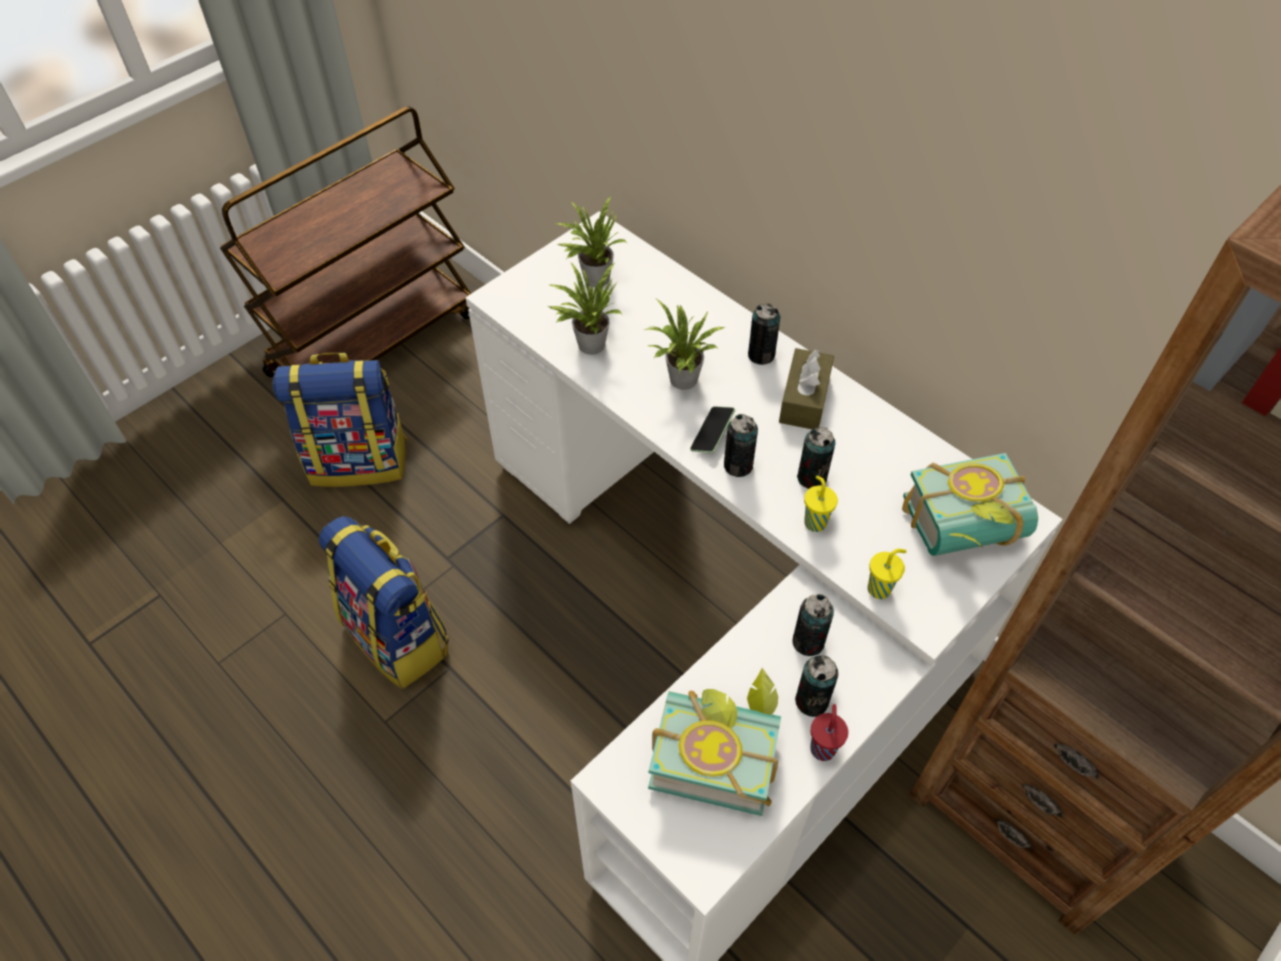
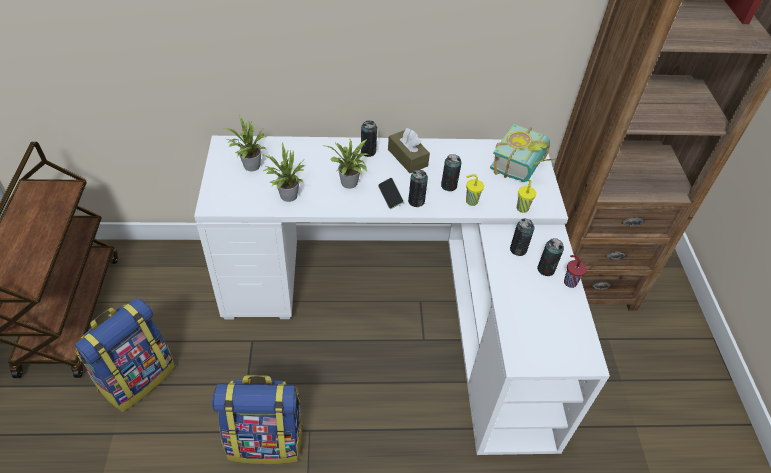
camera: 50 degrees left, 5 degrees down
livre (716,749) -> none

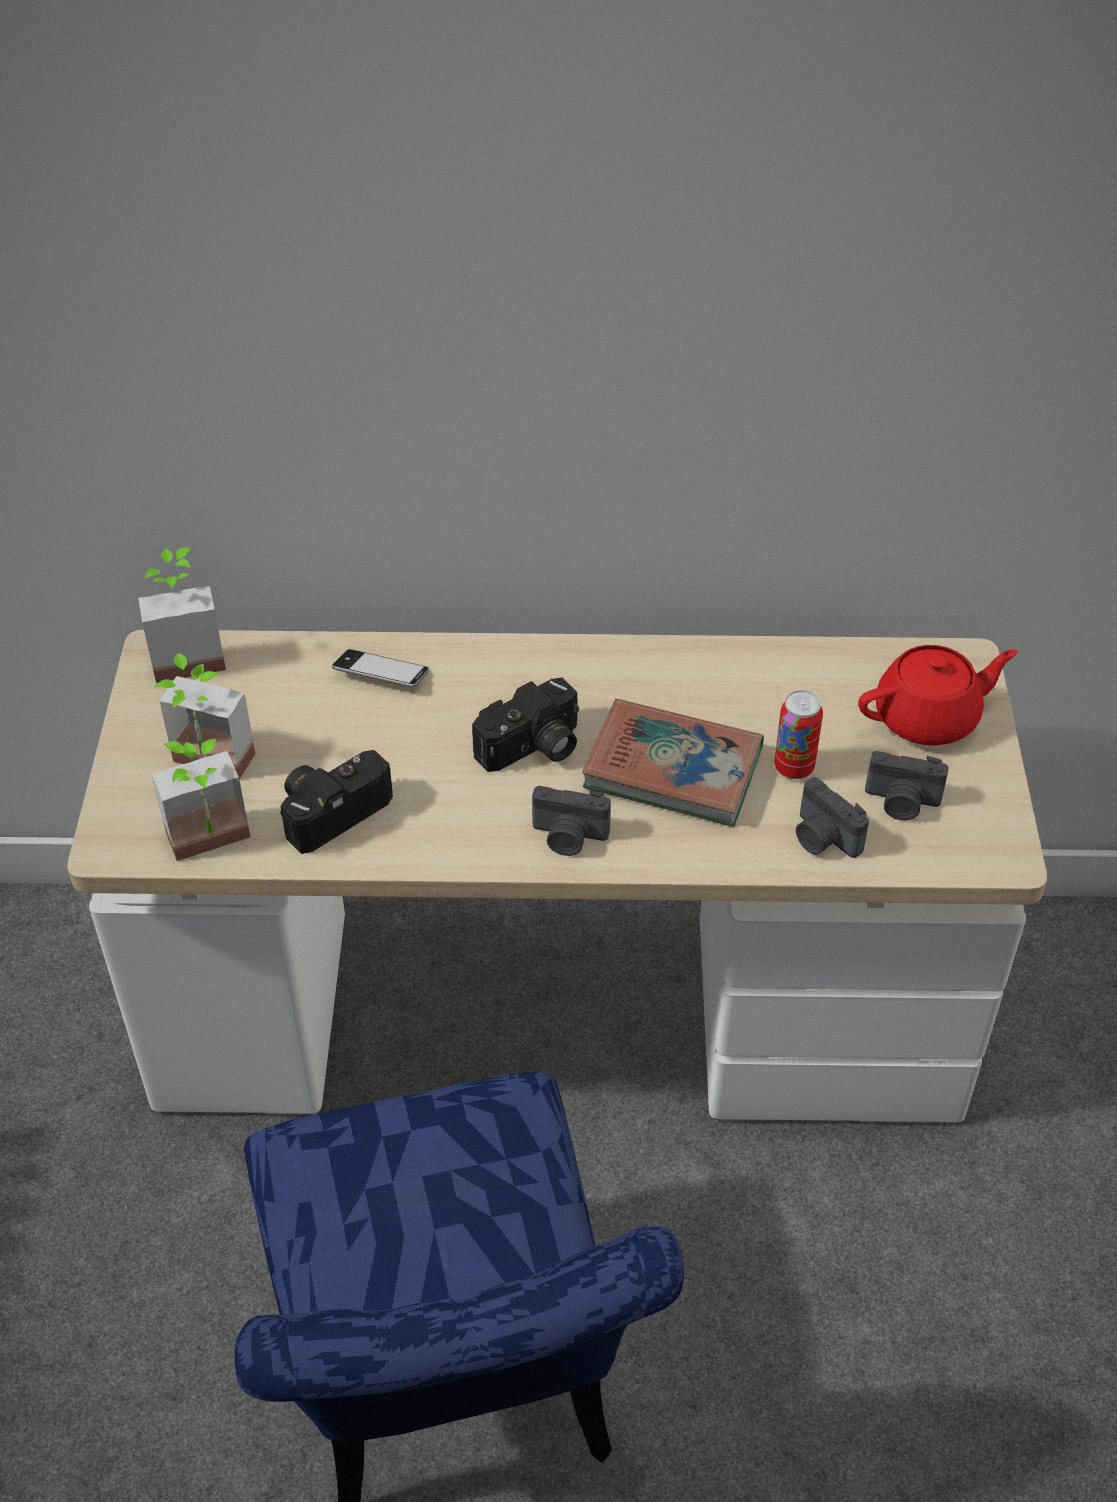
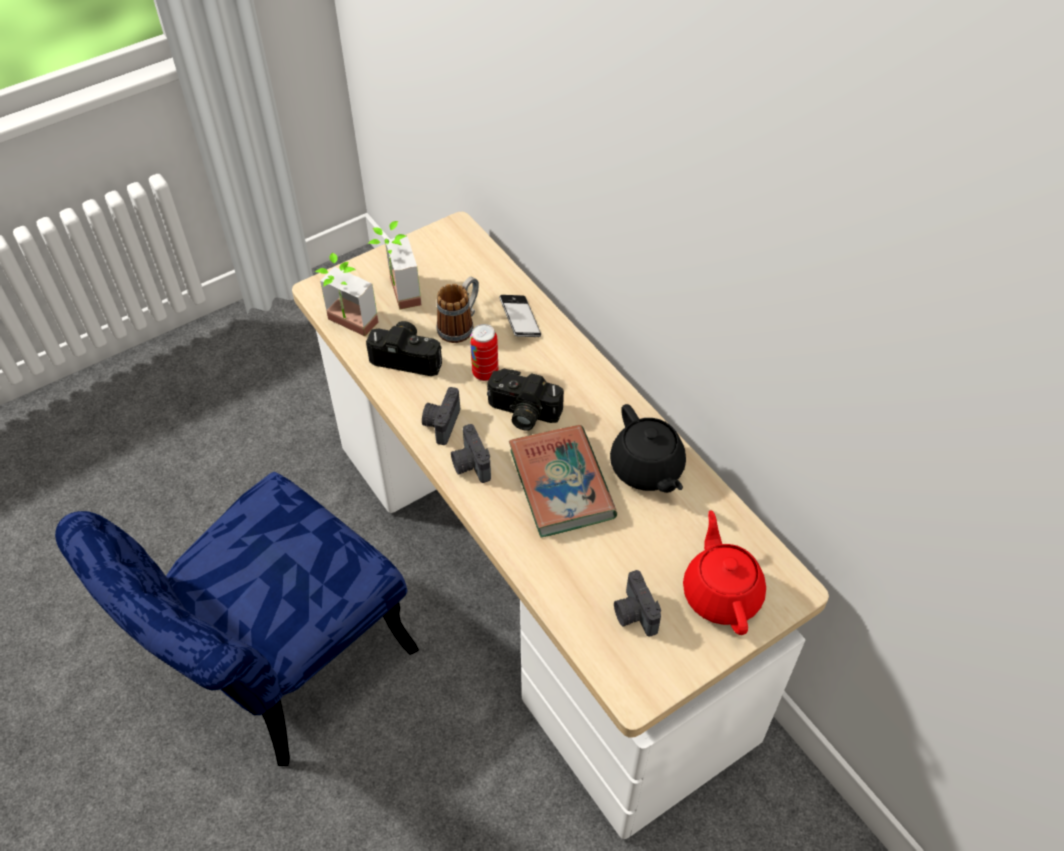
camera: 55 degrees right, 5 degrees up
appareil photo (822,838) -> appareil photo (441,424), move
none -> mug (460,325)
boîte métallique (793,767) -> boîte métallique (485,373), move
none -> théière/noir (647,469)
théière/rouge (928,718) -> théière/rouge (721,593), 135 degrees counterclockwise
plante en pot (187,654) -> none

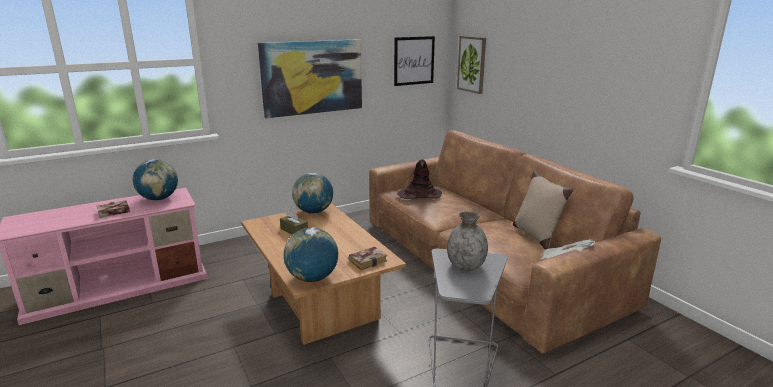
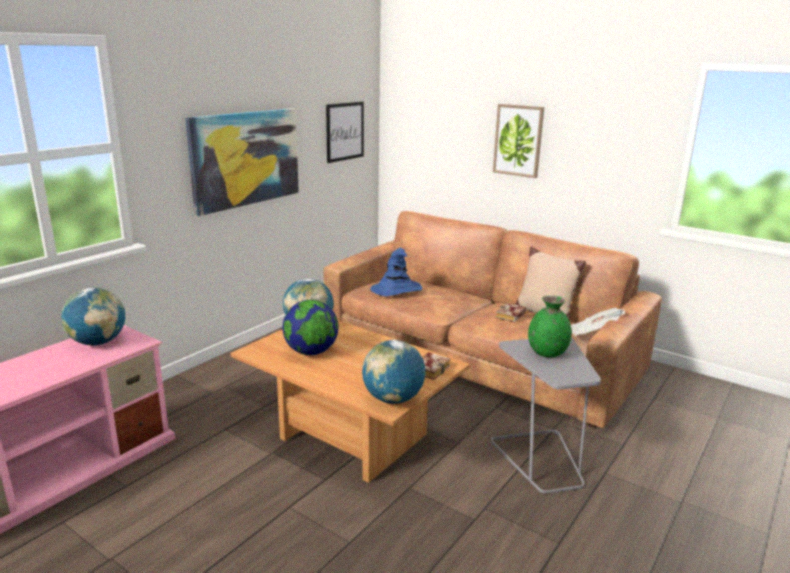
camera: 25 degrees left, 0 degrees up
boîte à mouchoirs/marron (294,230) -> globe (311,352)
chapeau/marron (419,195) -> chapeau/bleu (396,289)
tableau (472,64) -> tableau (518,140), move
livre (112,212) -> livre (510,316), move
vase/gris (465,266) -> vase/vert (546,353)

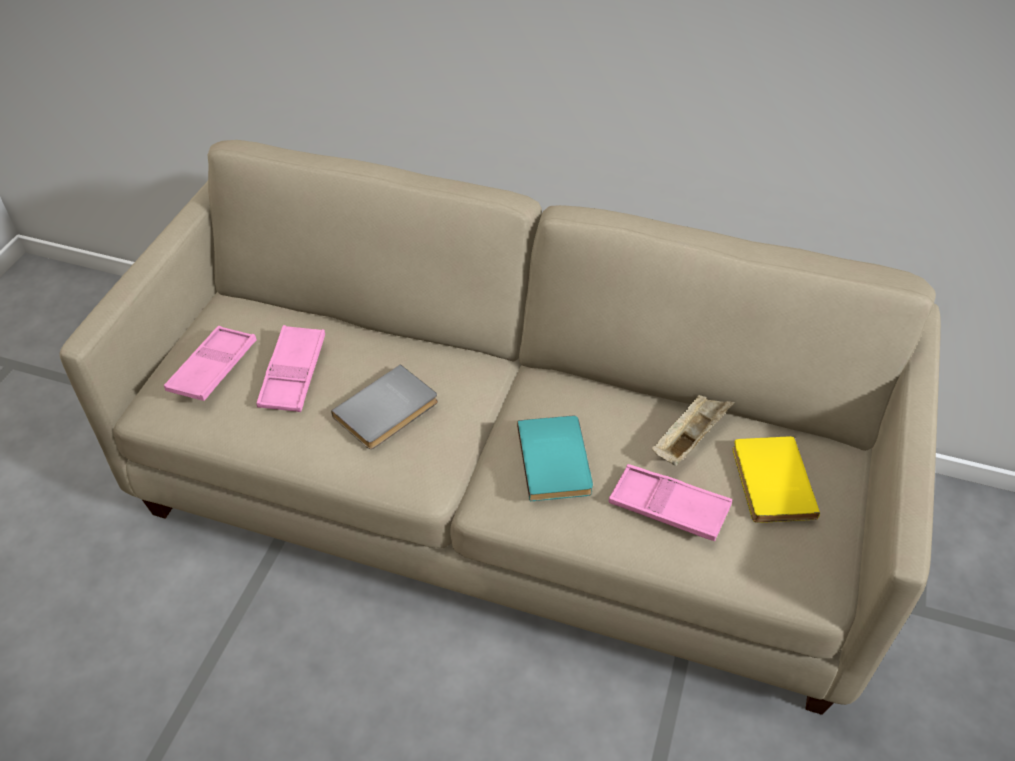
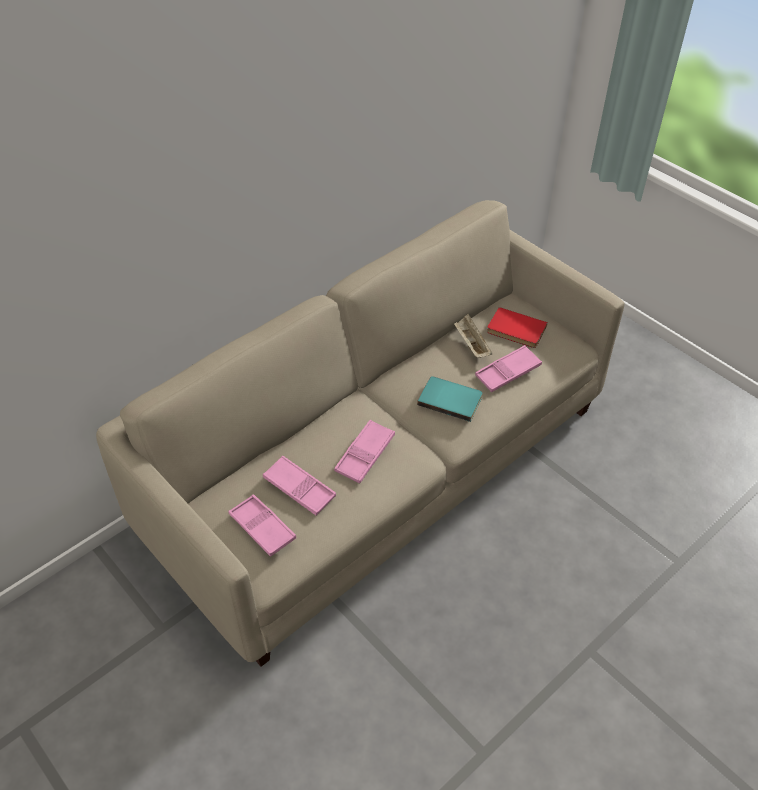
camera: 60 degrees left, 0 degrees up
livre/gris (388,411) -> plateau/rose (365,455)
livre/jaune (769,482) -> livre/rouge (515,330)

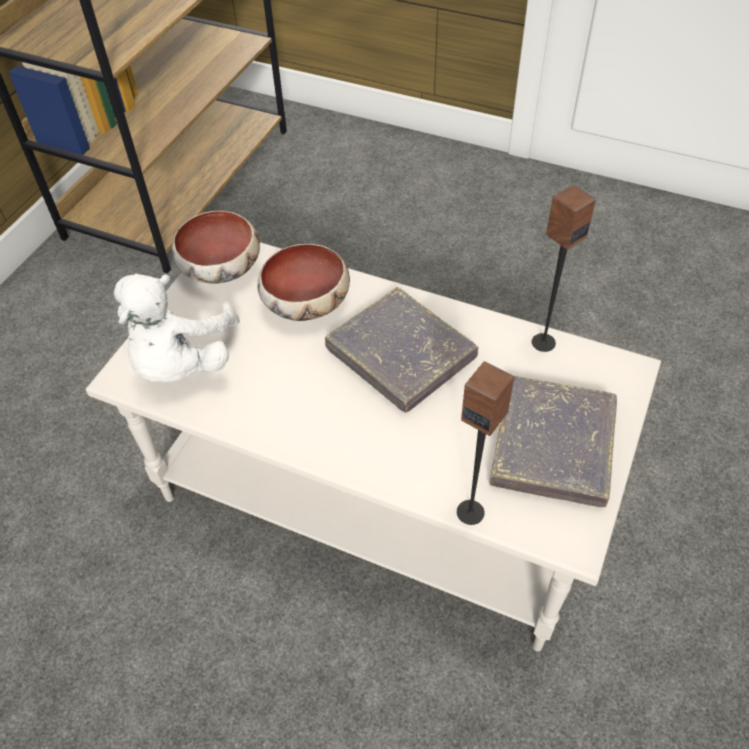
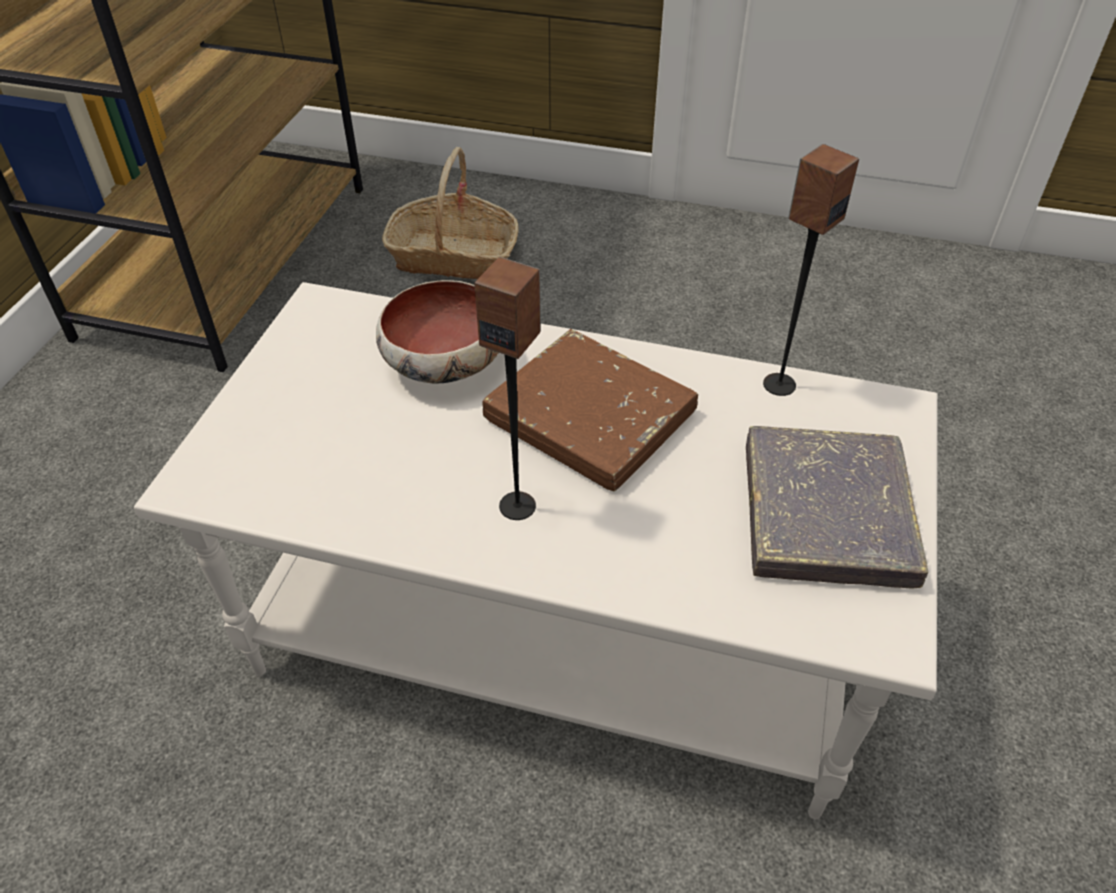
camera: 10 degrees left, 5 degrees down
none -> panier (453,256)
enceinte (470,512) -> enceinte (518,505), move
livre/gris (400,354) -> livre/marron (589,417)
peluche/blanc (181,362) -> none
bol (222,269) -> none

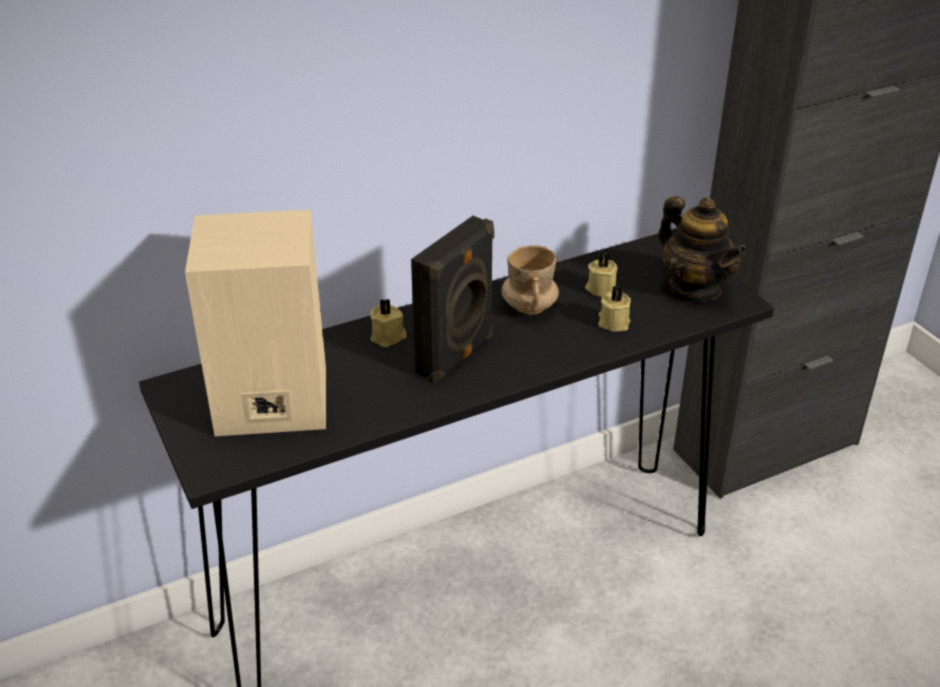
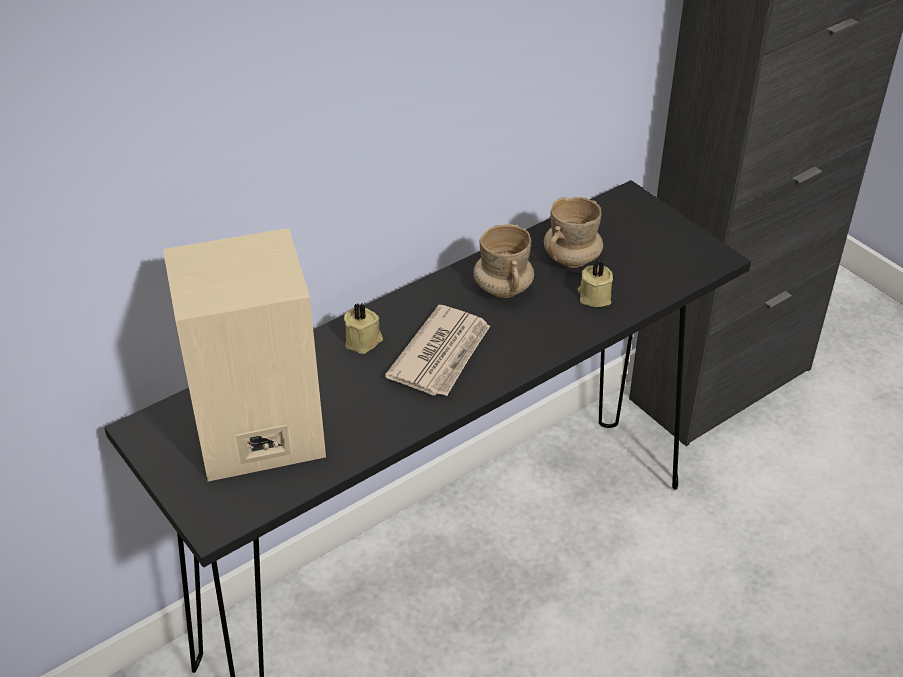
camera: 10 degrees left, 5 degrees up
enceinte/noir (457,356) -> journal (442,355)
bougie/beige (601,288) -> mug/beige (572,258)
théière (694,288) -> none

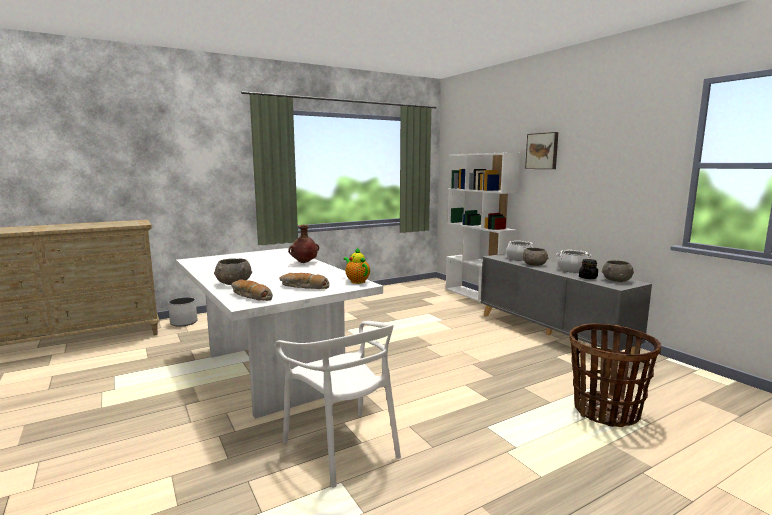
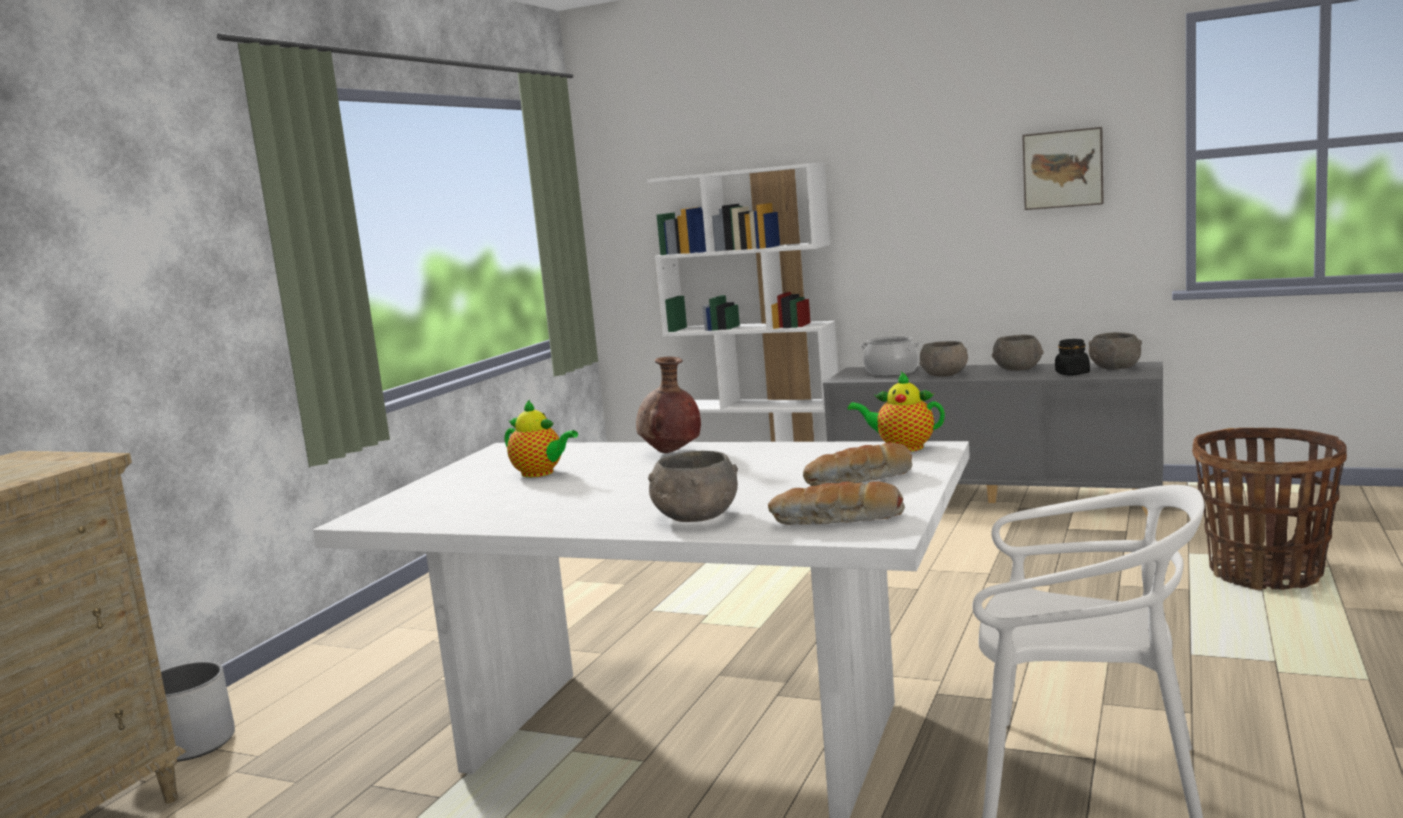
camera: 35 degrees left, 0 degrees up
none -> théière (540,473)
marmite (572,270) -> bol/gris (1017,369)
tableau (542,151) -> tableau (1063,169), move

